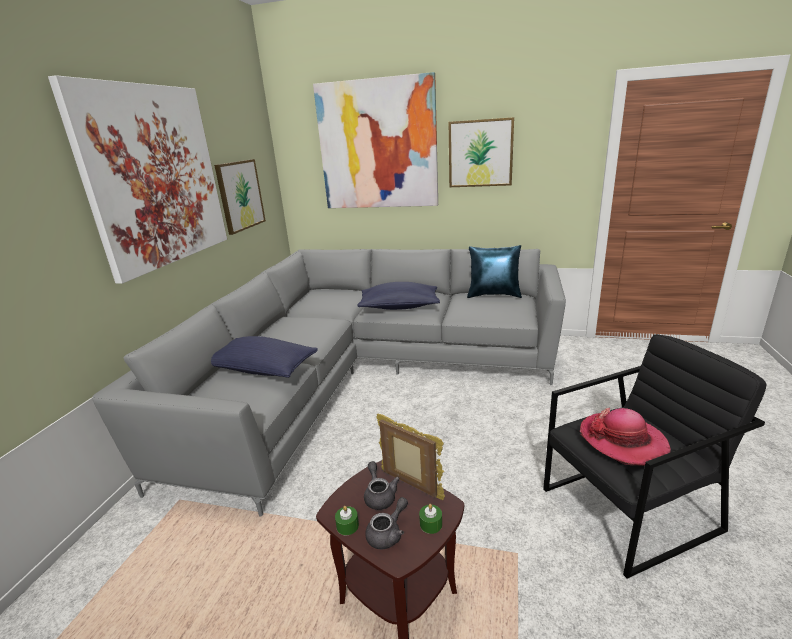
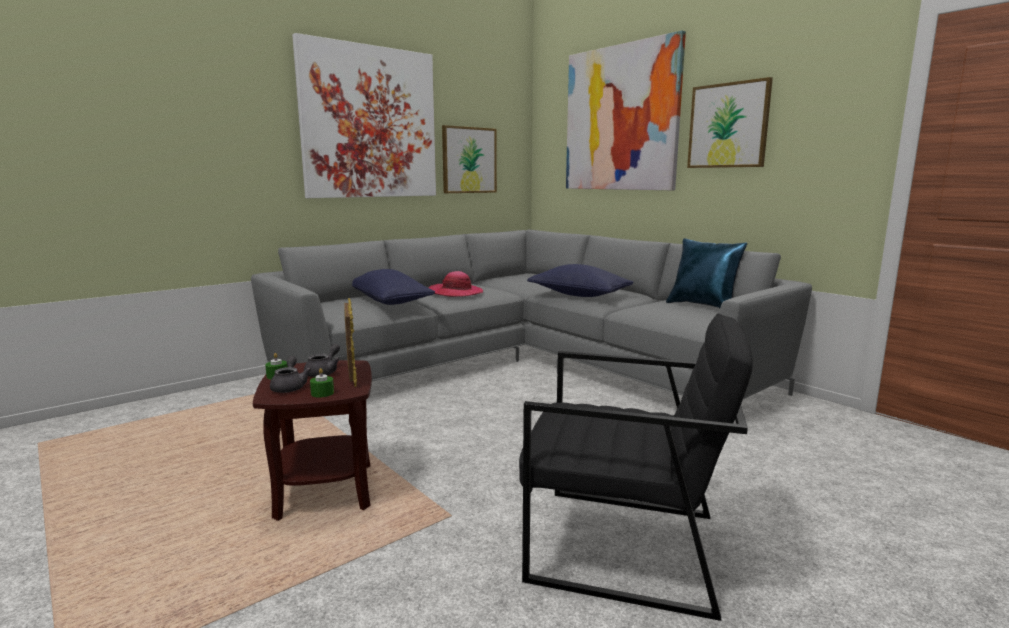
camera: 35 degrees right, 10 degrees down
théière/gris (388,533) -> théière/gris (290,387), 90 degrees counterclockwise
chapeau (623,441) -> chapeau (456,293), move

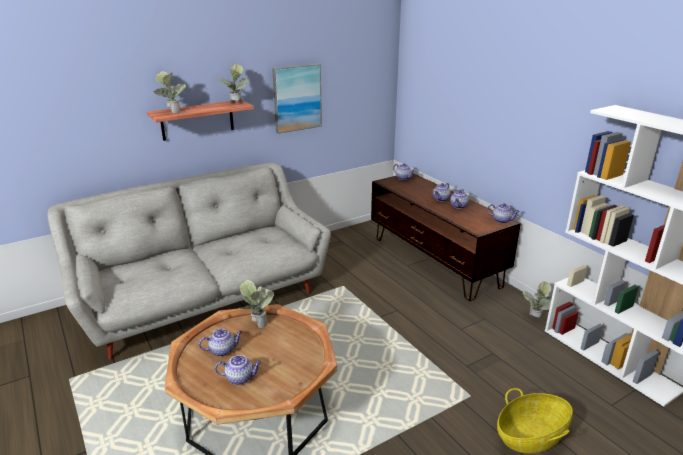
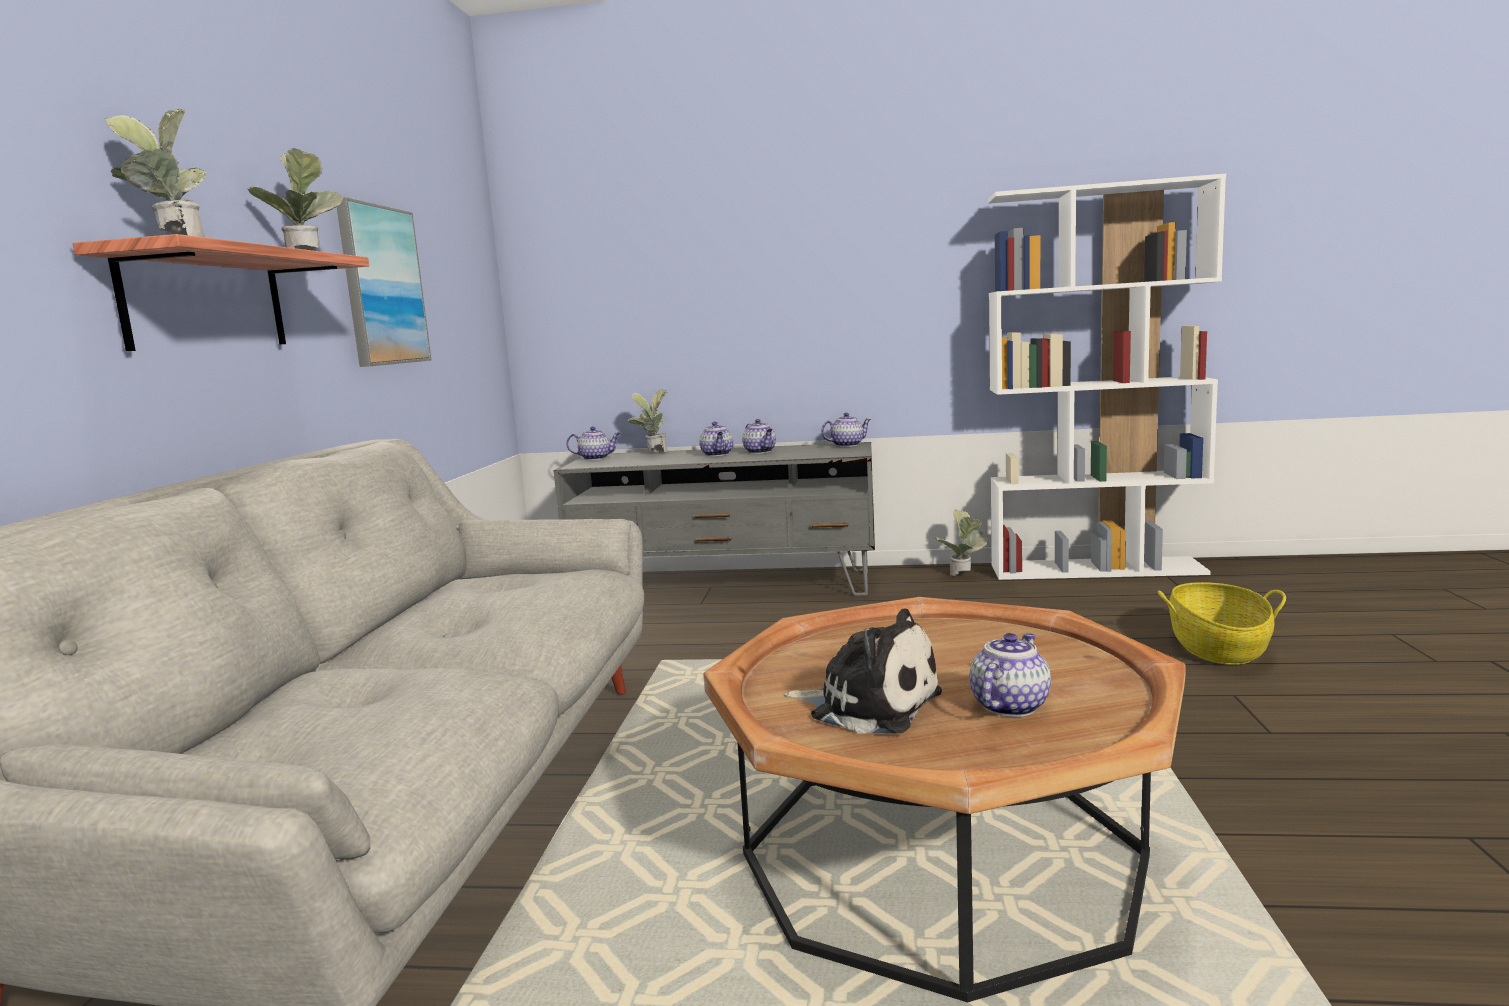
camera: 50 degrees left, 15 degrees down
meuble télé/marron (434,261) -> meuble télé/gris (727,586)
plante en pot (256,322) -> plante en pot (652,453), move
théière (223,350) -> peluche (869,705)

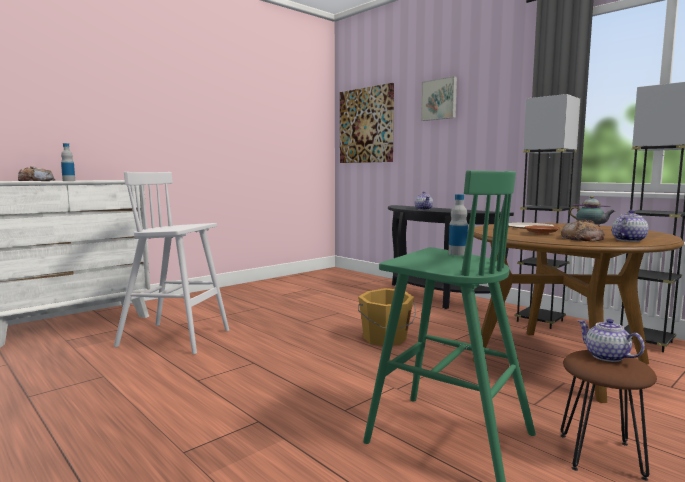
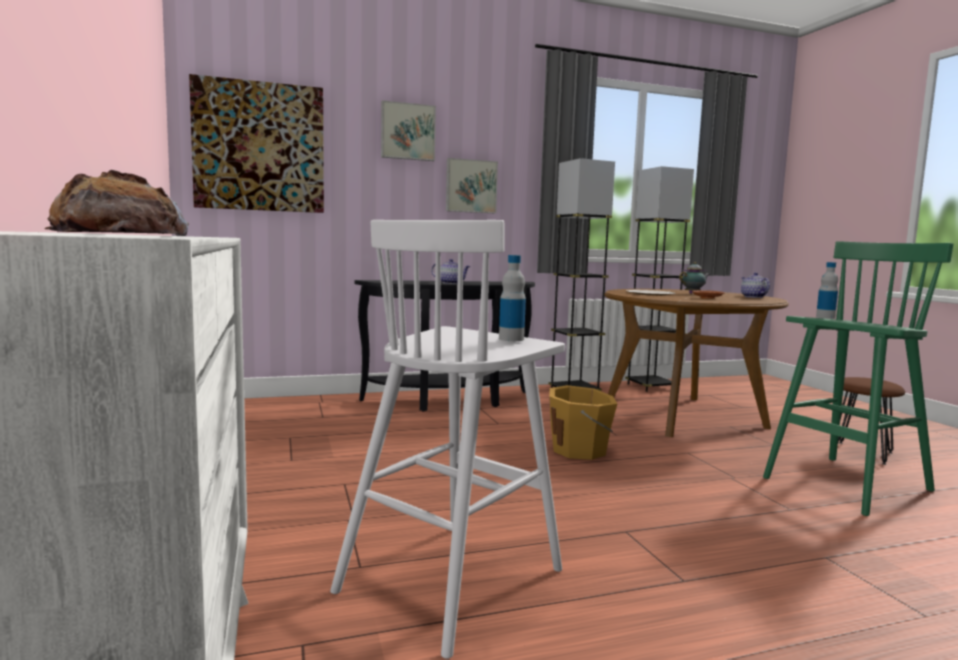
camera: 65 degrees left, 0 degrees up
none -> tableau (470,186)
bouteille (69,181) -> bouteille (511,339), move
pain (582,239) -> none
théière (606,356) -> none

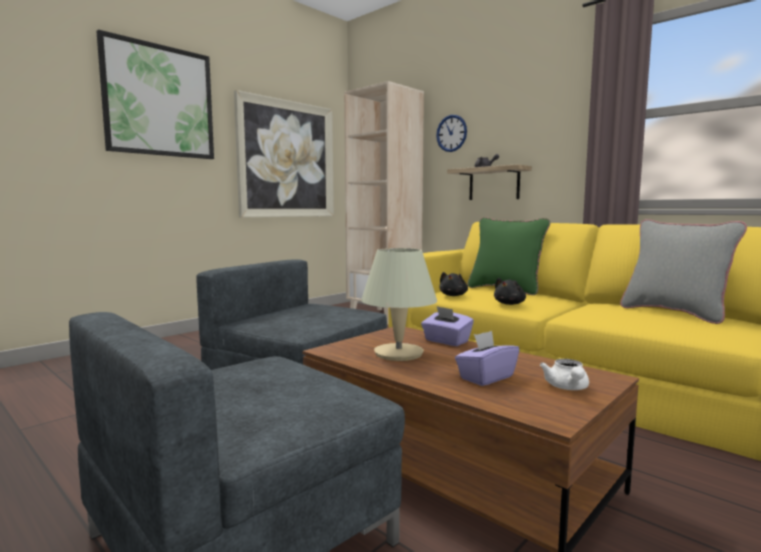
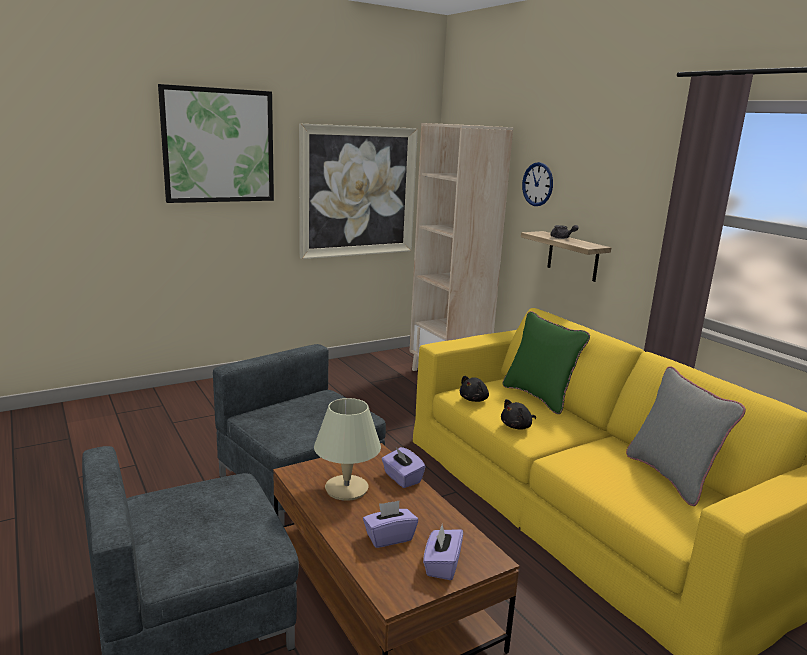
camera: 15 degrees right, 10 degrees up
théière/blanc (567,388) -> boîte à mouchoirs/violet (442,565)

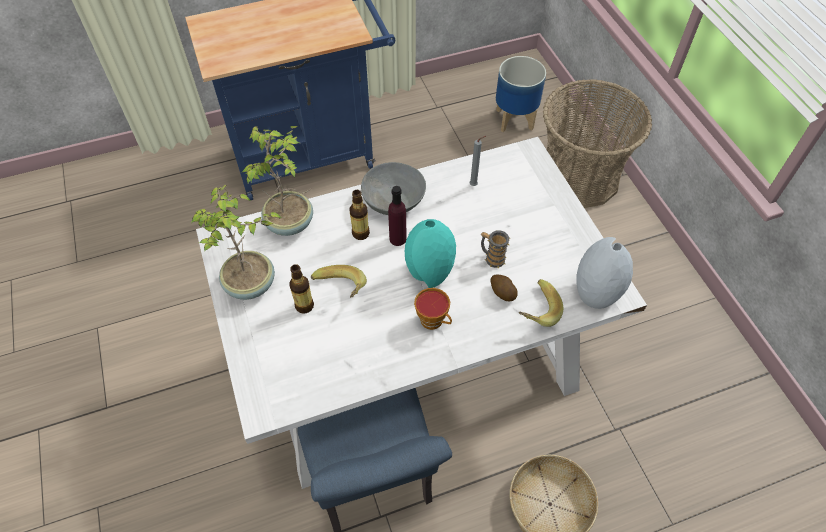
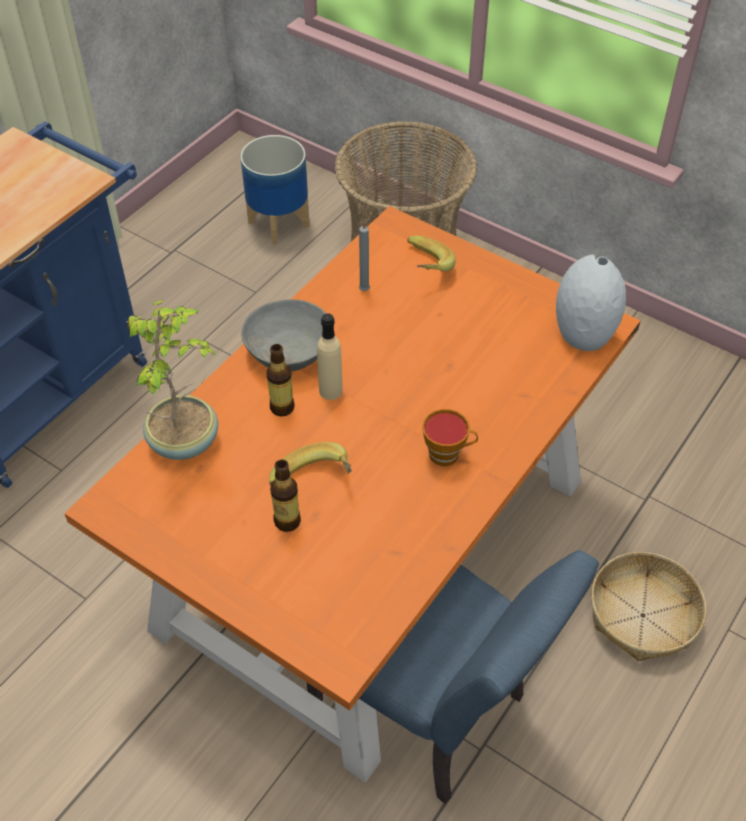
camera: 35 degrees left, 5 degrees down
table à manger/blanc (411,357) -> table à manger/orange (373,554)
bouteille/violet (398,239) -> bouteille/beige (330,390)
banane (535,310) -> banane (423,268), move
plante en pot (251,285) -> none
vase/turquoise (429,273) -> none
mug (492,258) -> none
pomme de terre (502,292) -> none

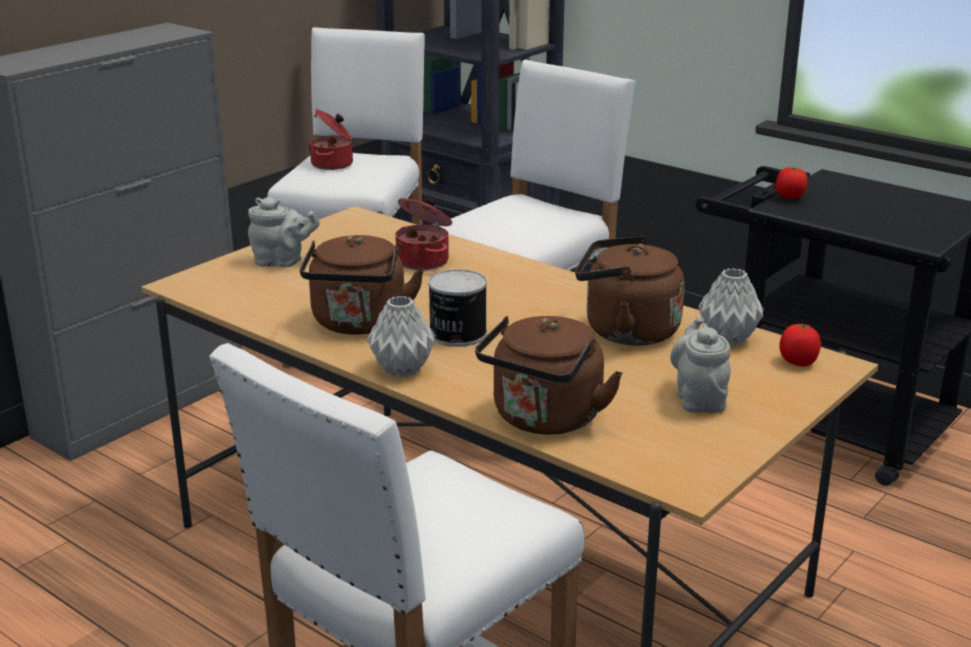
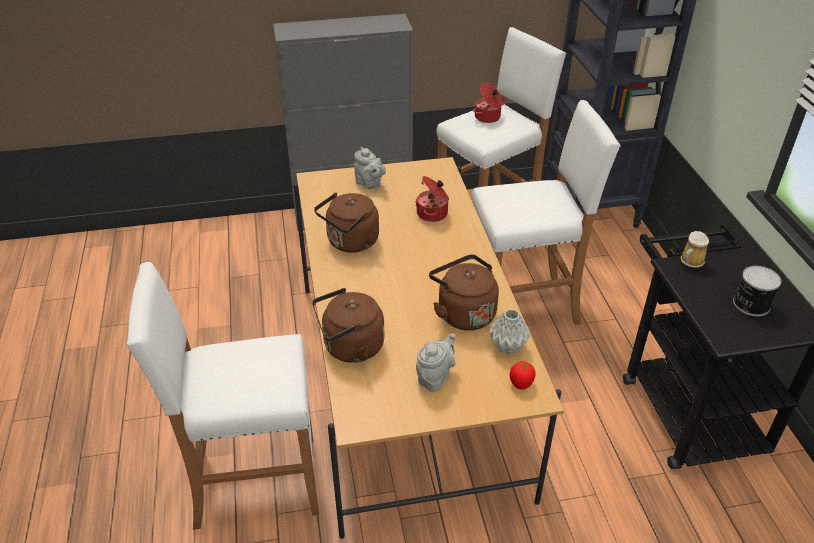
camera: 40 degrees right, 15 degrees up
tomate (790,197) -> mug (691,261)
boîte métallique (456,334) -> boîte métallique (750,304), move
vase/gris (401,370) -> none

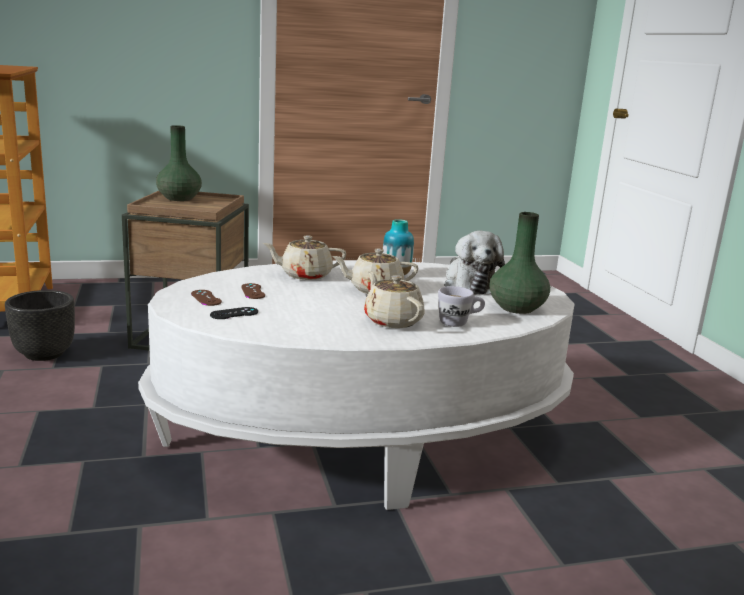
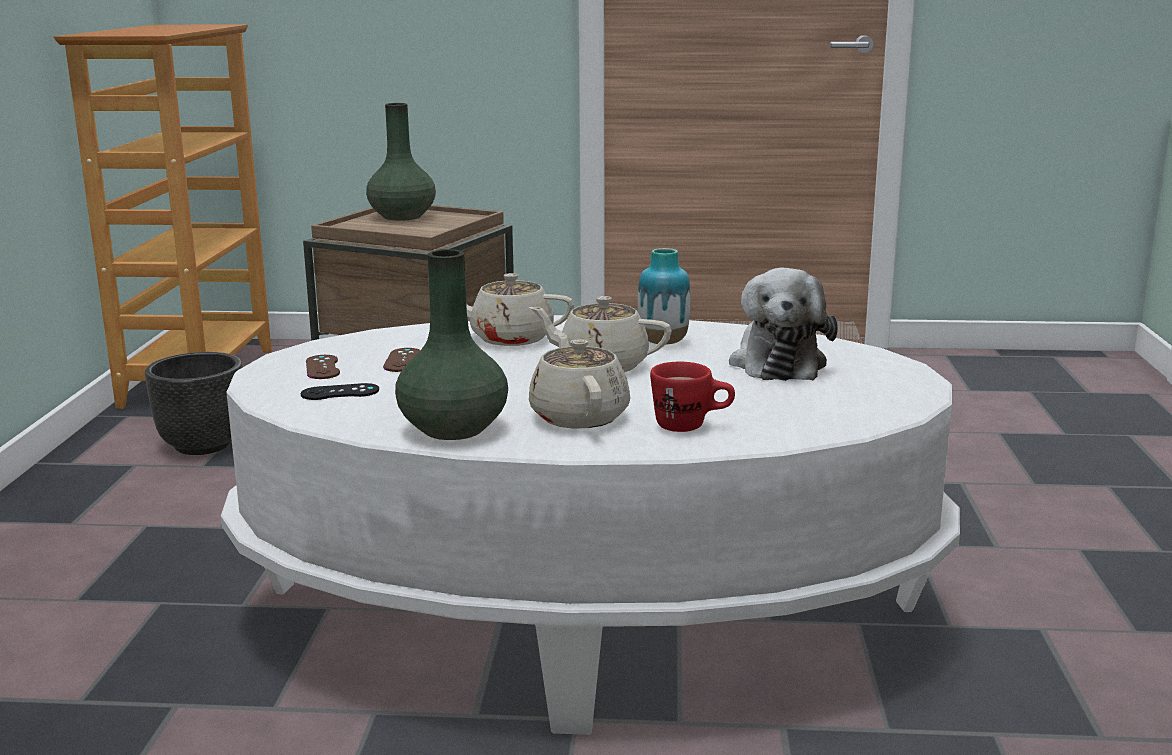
camera: 20 degrees right, 0 degrees up
vase/vert (516,308) -> vase/vert (452,429), move
mug/blanc (459,323) -> mug/rouge (691,426)

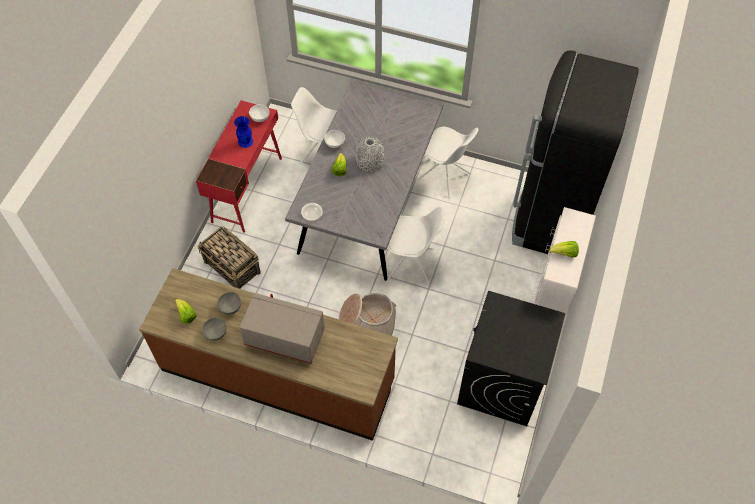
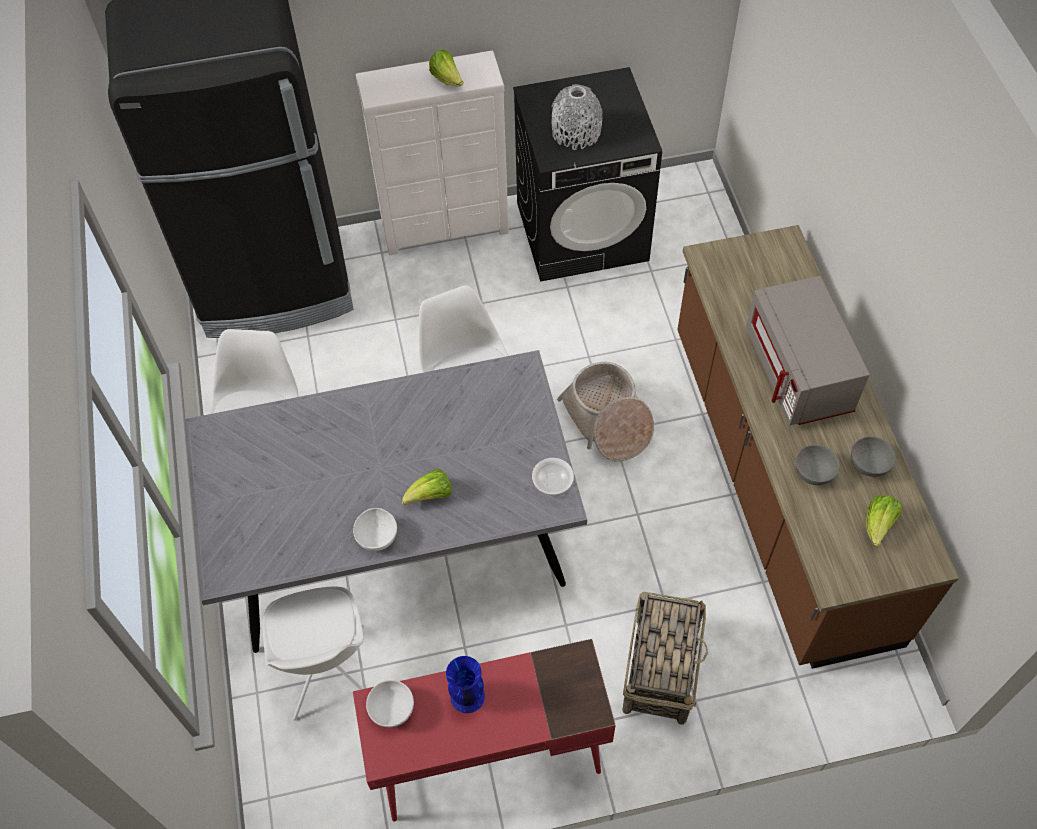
camera: 120 degrees left, 0 degrees up
vase/gris (370,161) -> vase/gris (576,132), move

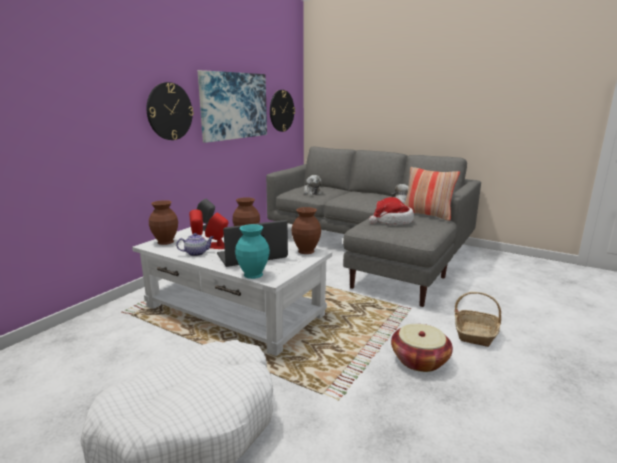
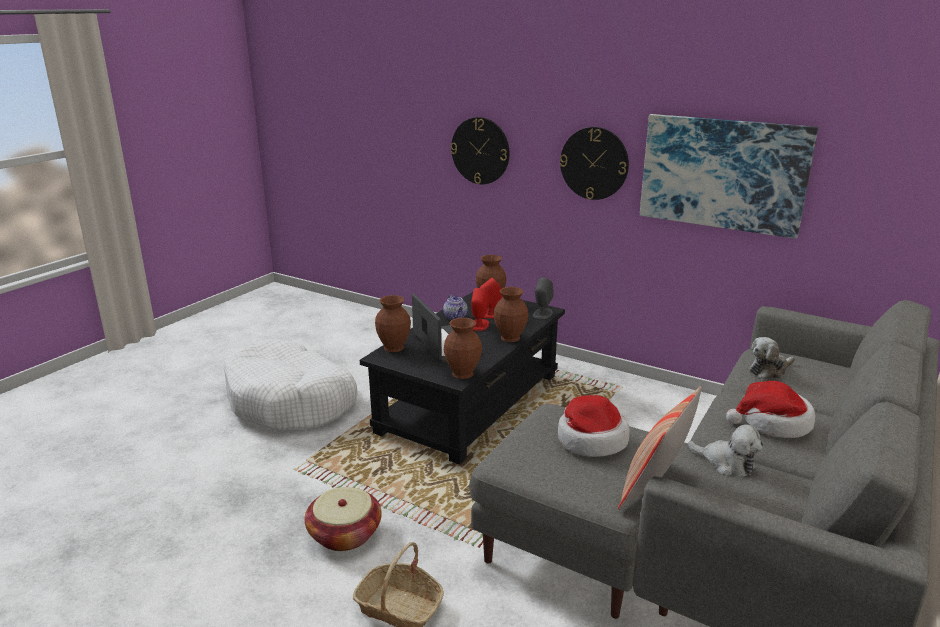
camera: 90 degrees right, 5 degrees up
table basse/blanc (235,311) -> table basse/noir (469,403)
vase/turquoise (253,274) -> vase/marron (394,347)
horloge murale (281,111) -> horloge murale (480,151), move
none -> chapeau (773,423)

